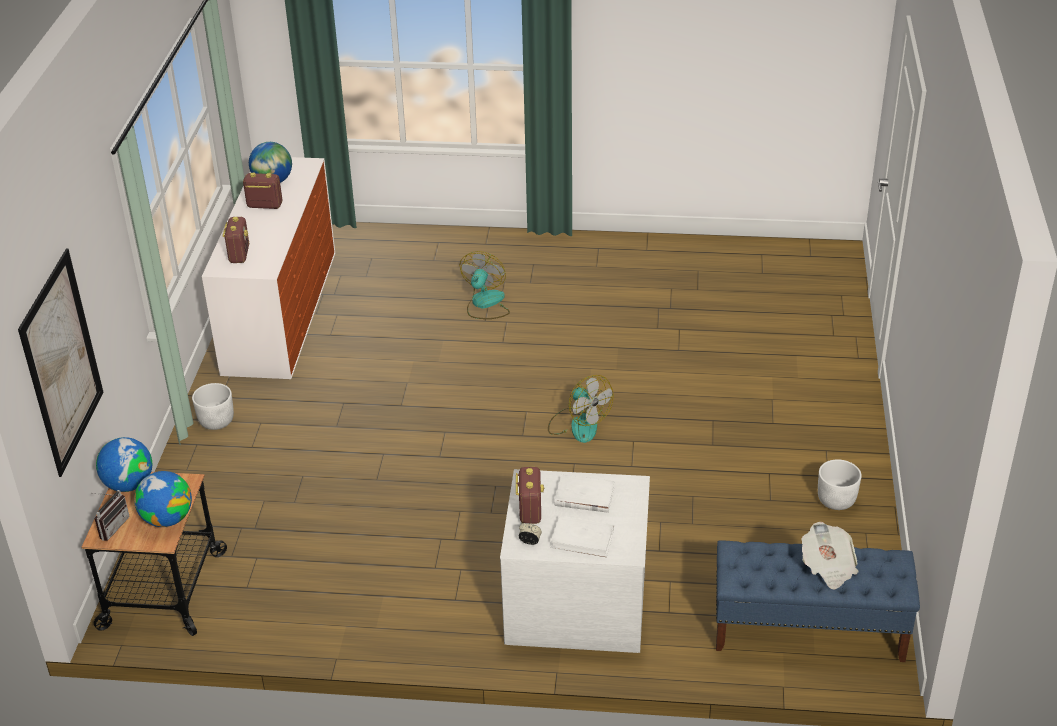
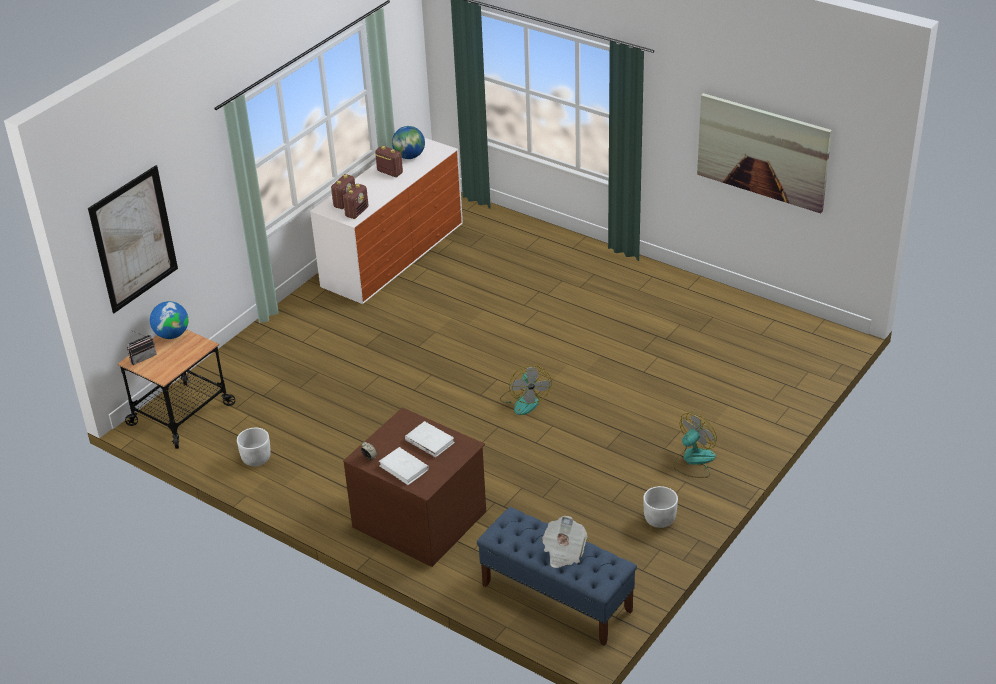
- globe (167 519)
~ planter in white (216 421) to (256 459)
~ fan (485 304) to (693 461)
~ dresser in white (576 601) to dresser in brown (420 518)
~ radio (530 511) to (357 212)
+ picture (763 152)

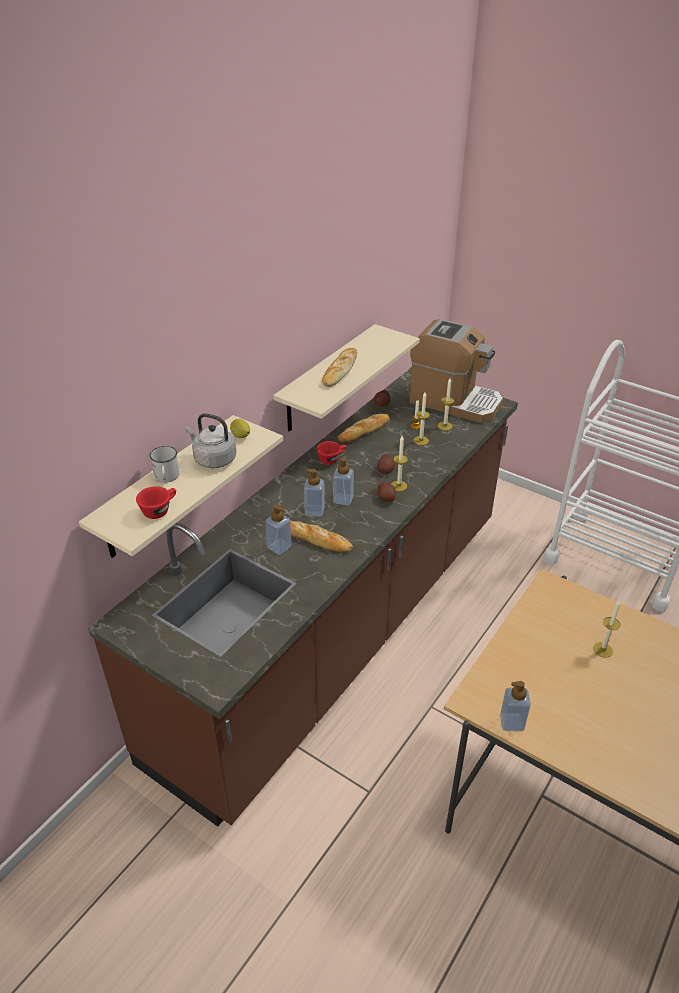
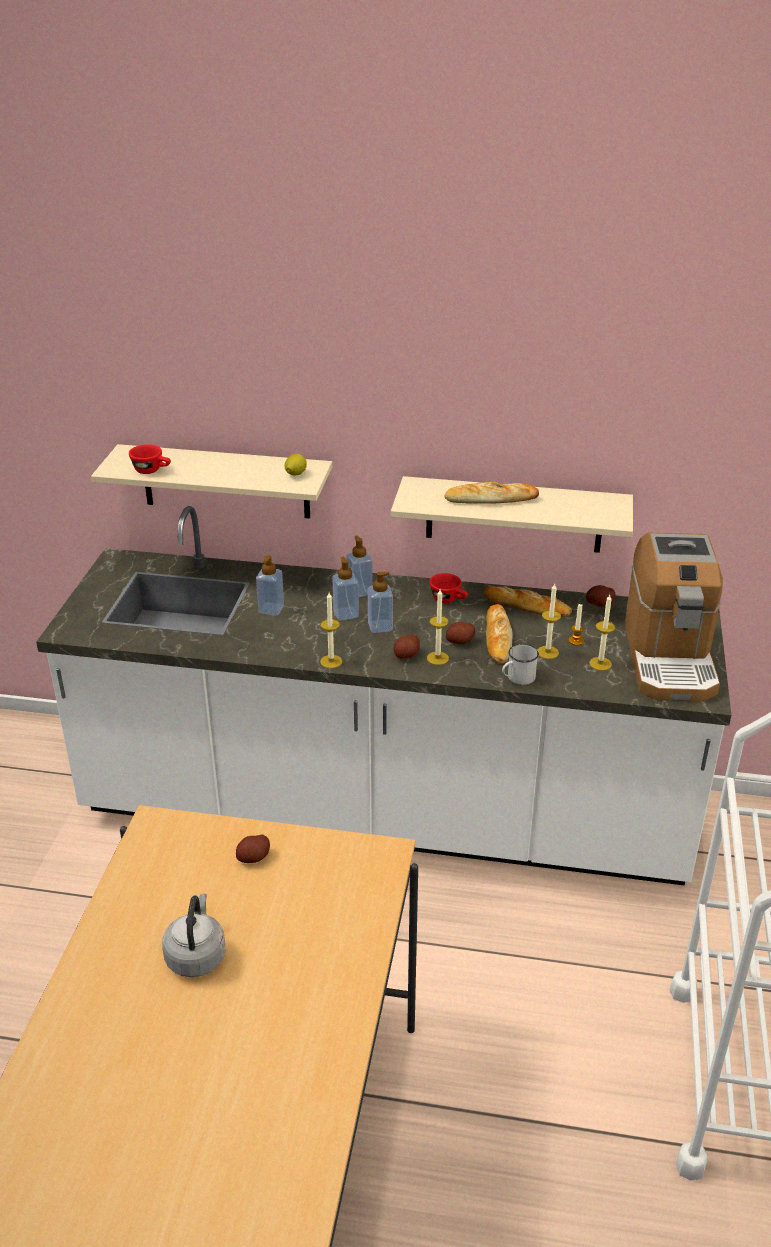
~ counter in brown (339 631) to counter in white (385 812)
~ mug in white (166 478) to (517 678)
~ kettle in grey (213 459) to (196 955)
~ bread (316 540) to (497 638)
~ soap dispenser (512 722) to (359 591)
~ candle (603 649) to (331 661)
+ potato (253 857)

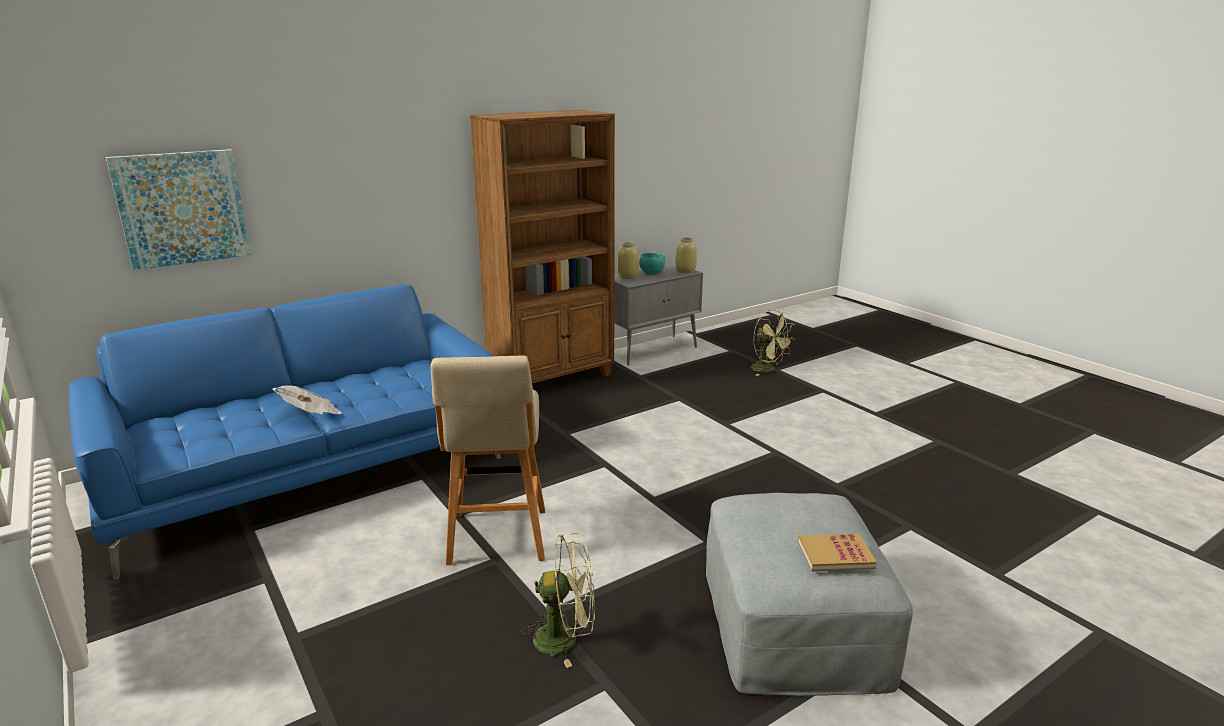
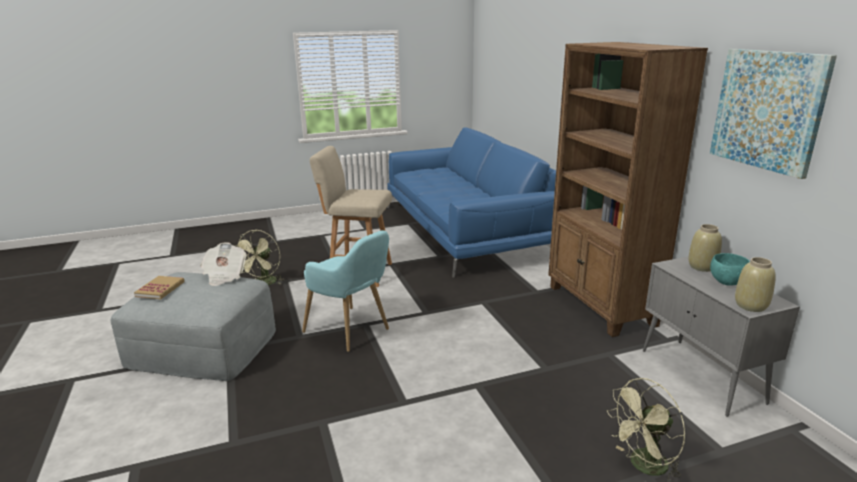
~ picture (182 208) to (768 110)
~ newspaper (311 415) to (224 275)
+ armchair in turquoise (351 332)

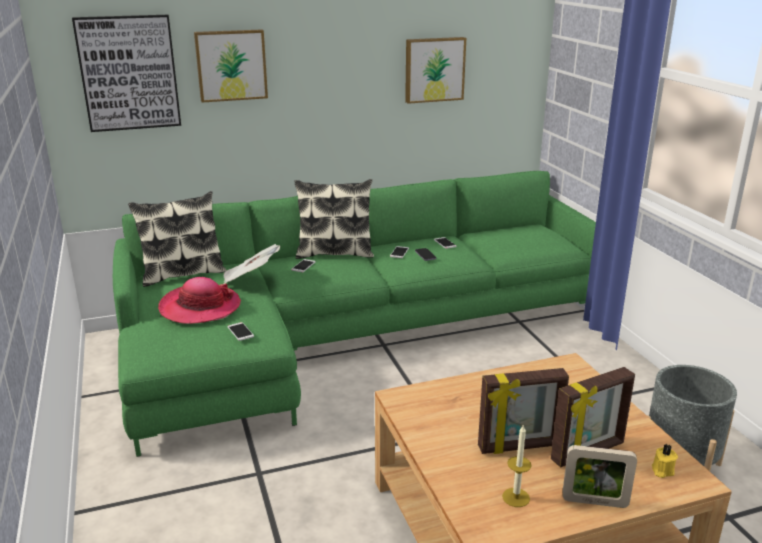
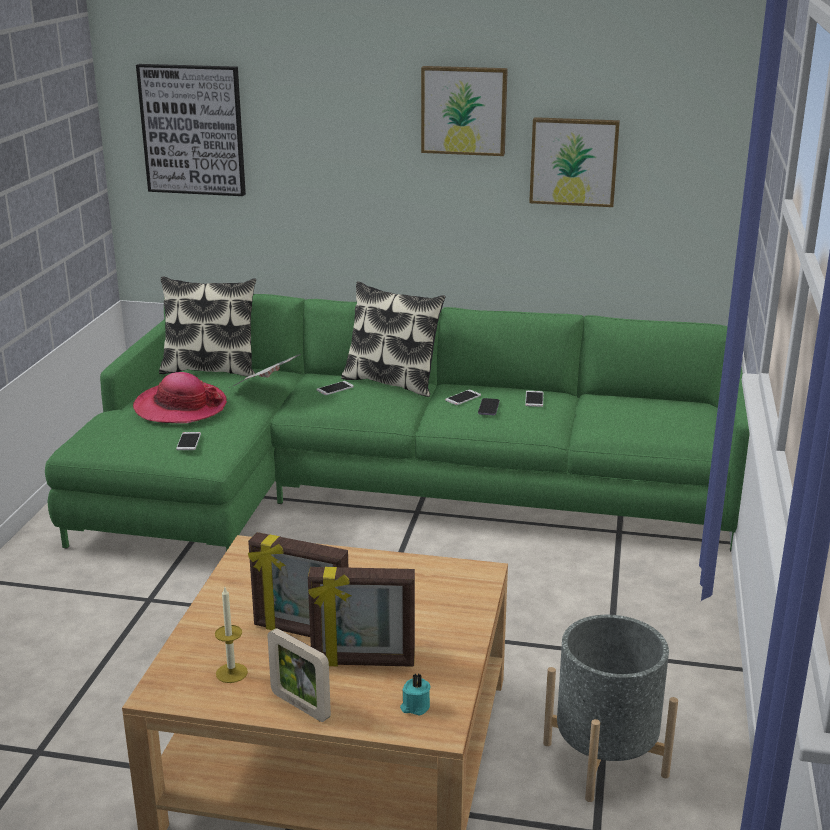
~ picture (231 65) to (464 110)
~ candle in yellow (662 470) to candle in turquoise (415 706)

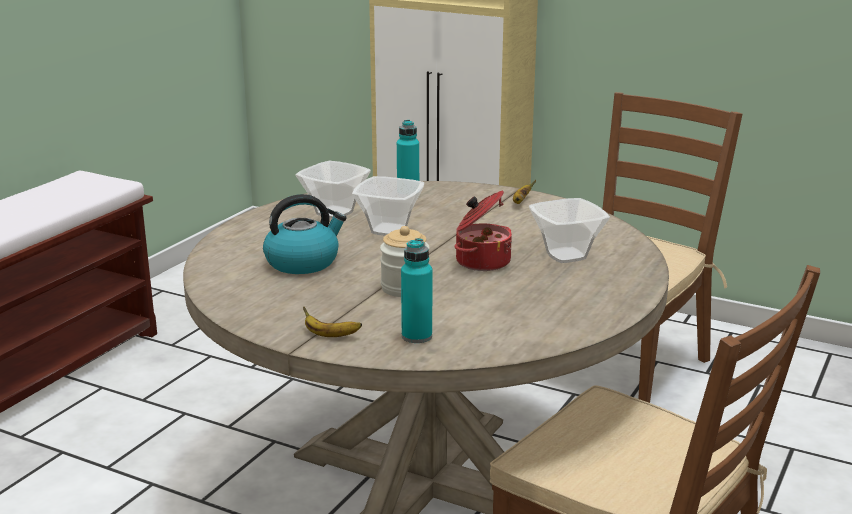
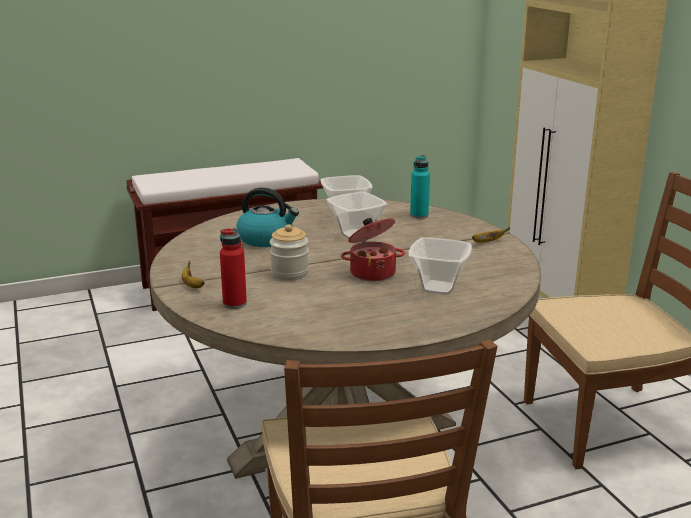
~ bottle in turquoise (416 336) to bottle in red (234 304)

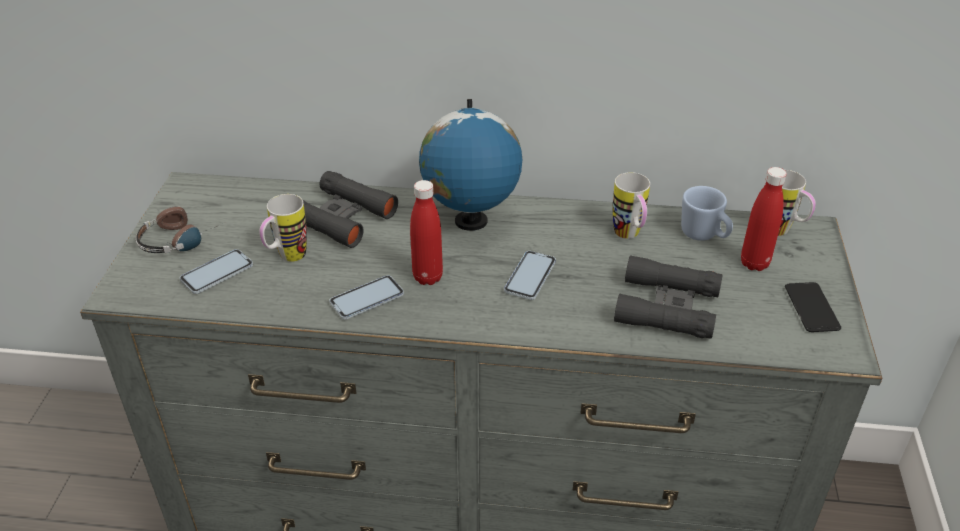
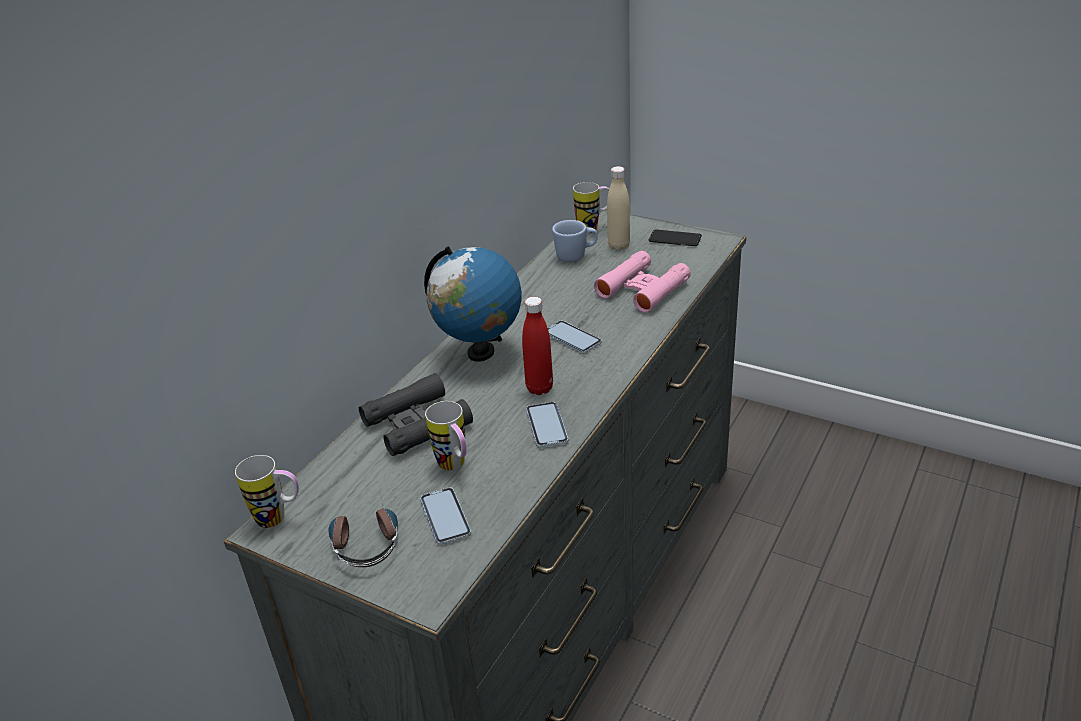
~ mug (629 236) to (279 518)
~ binoculars in black (667 307) to binoculars in pink (643 289)
~ bottle in red (754 263) to bottle in beige (618 246)

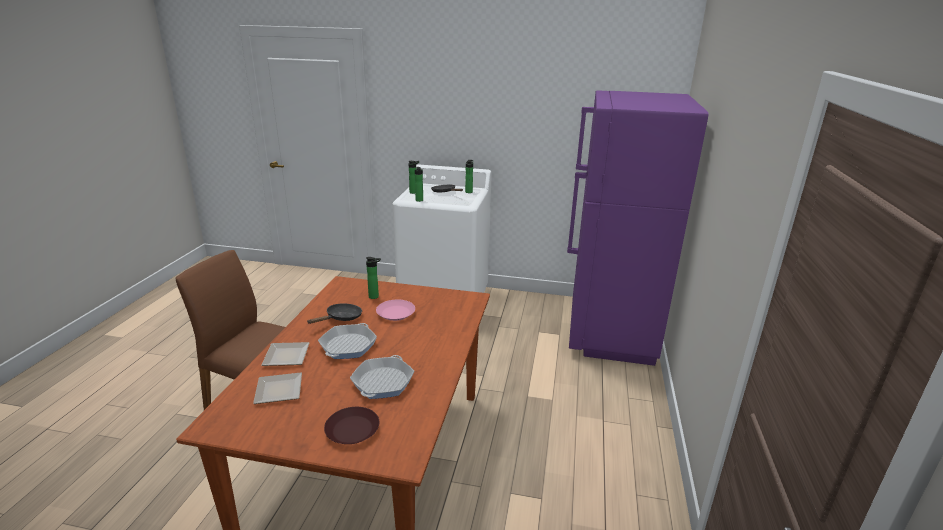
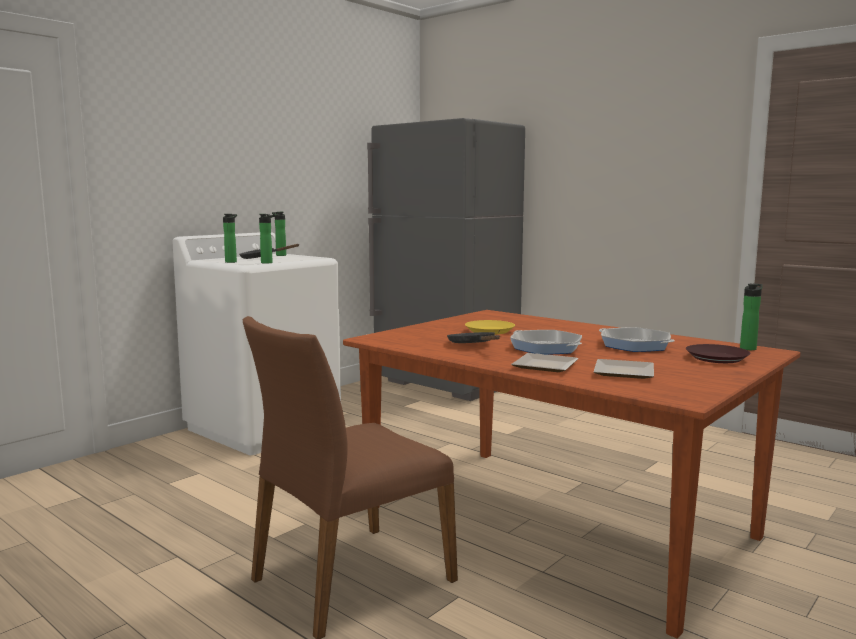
~ bottle (375 297) to (749 348)
~ plate in pink (395 313) to plate in yellow (489 331)
~ fridge in purple (610 333) to fridge in grey (446 385)

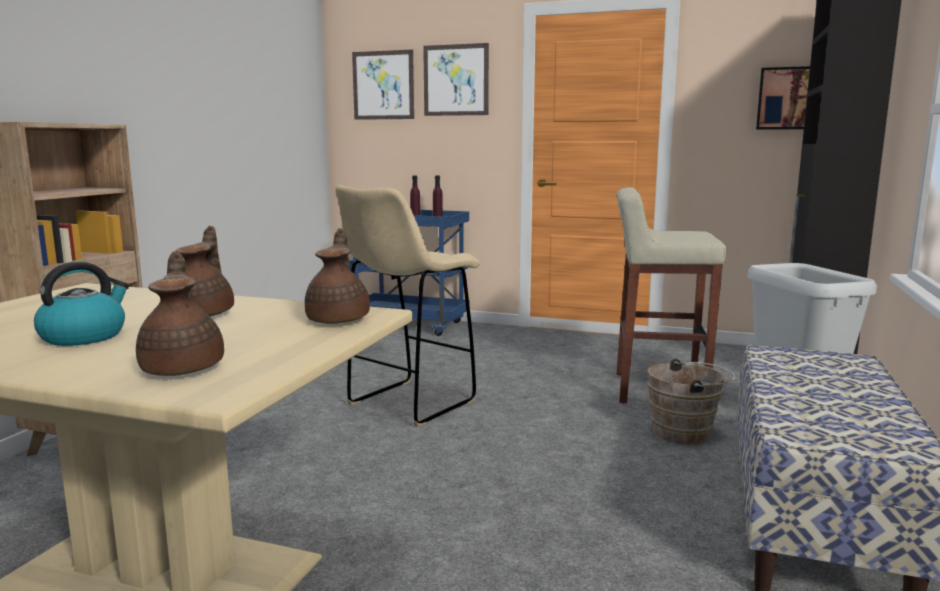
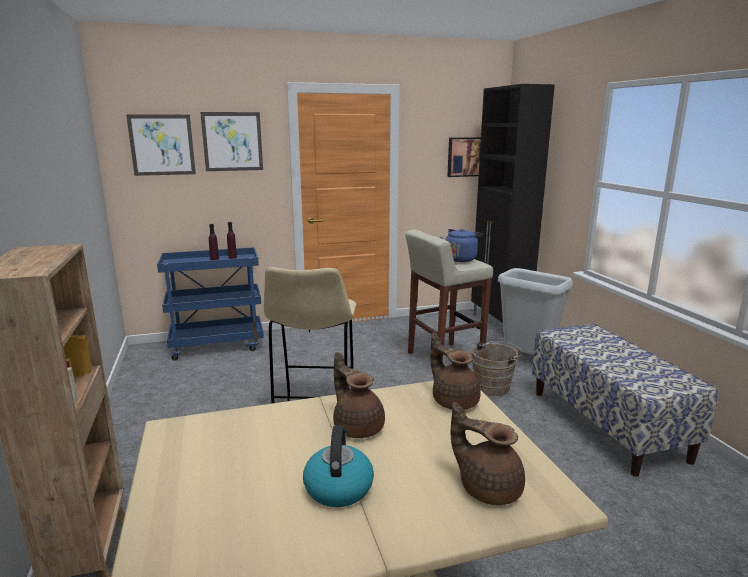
+ kettle in blue (461 259)

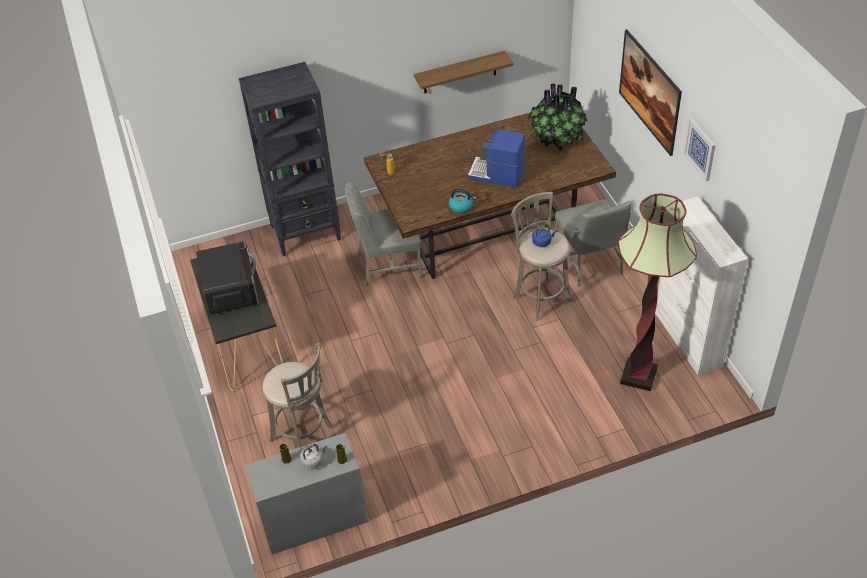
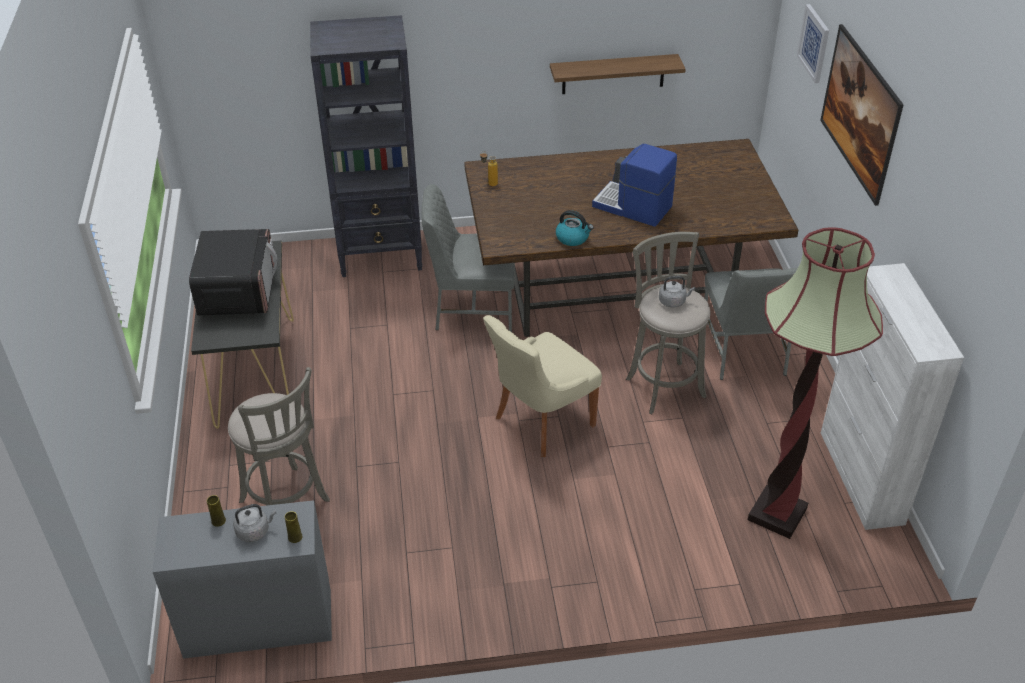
- potted plant (556 139)
~ kettle in blue (542 242) to kettle in grey (673 301)
~ picture (700 149) to (814 43)
+ chair in beige (541 422)

